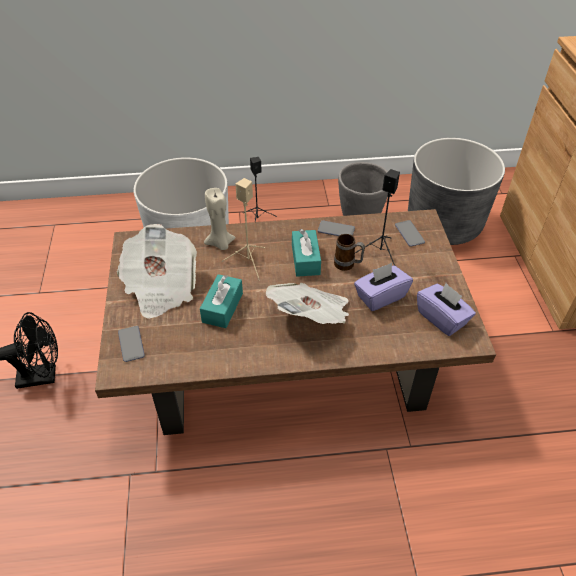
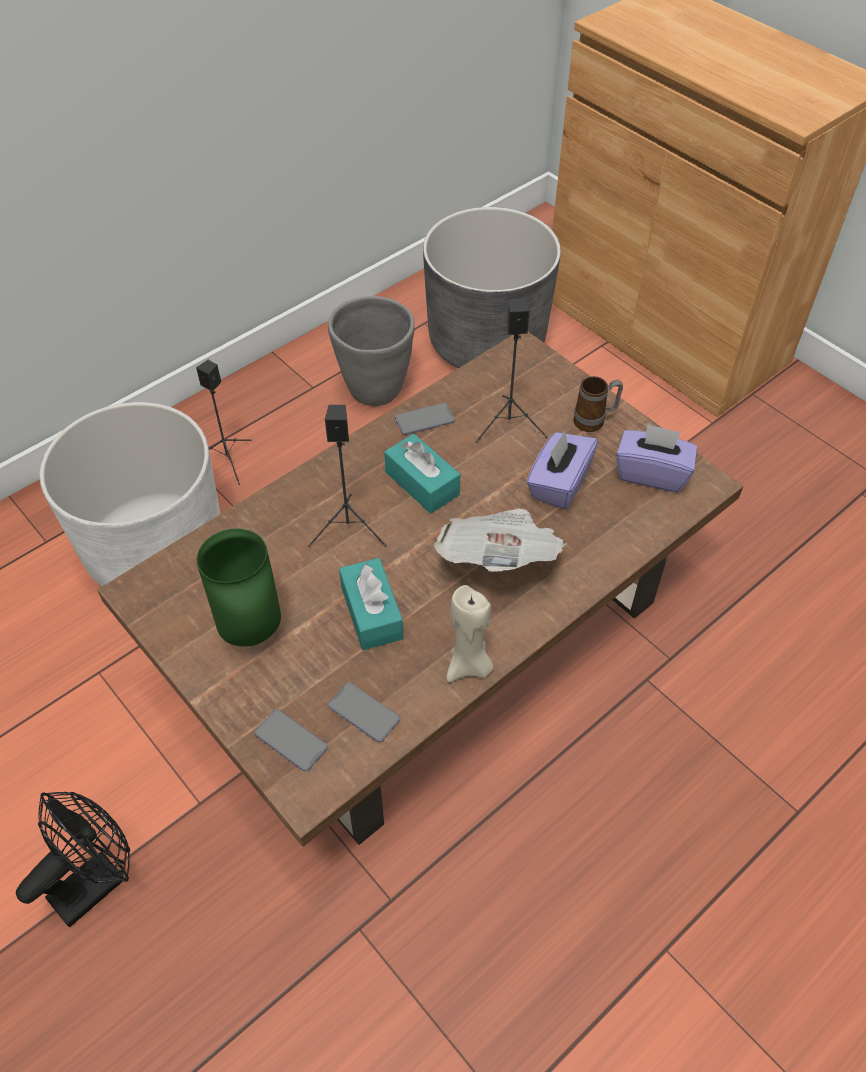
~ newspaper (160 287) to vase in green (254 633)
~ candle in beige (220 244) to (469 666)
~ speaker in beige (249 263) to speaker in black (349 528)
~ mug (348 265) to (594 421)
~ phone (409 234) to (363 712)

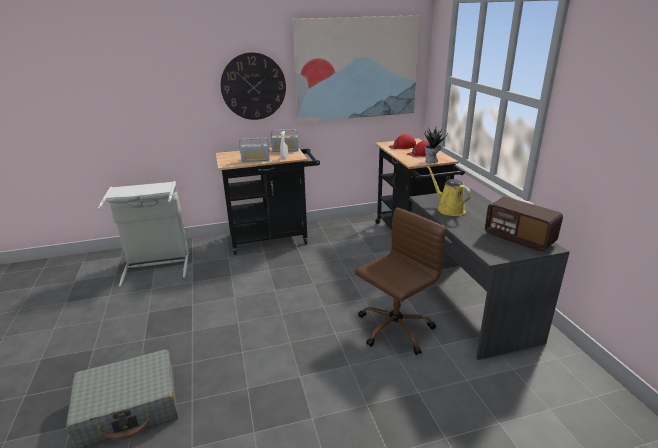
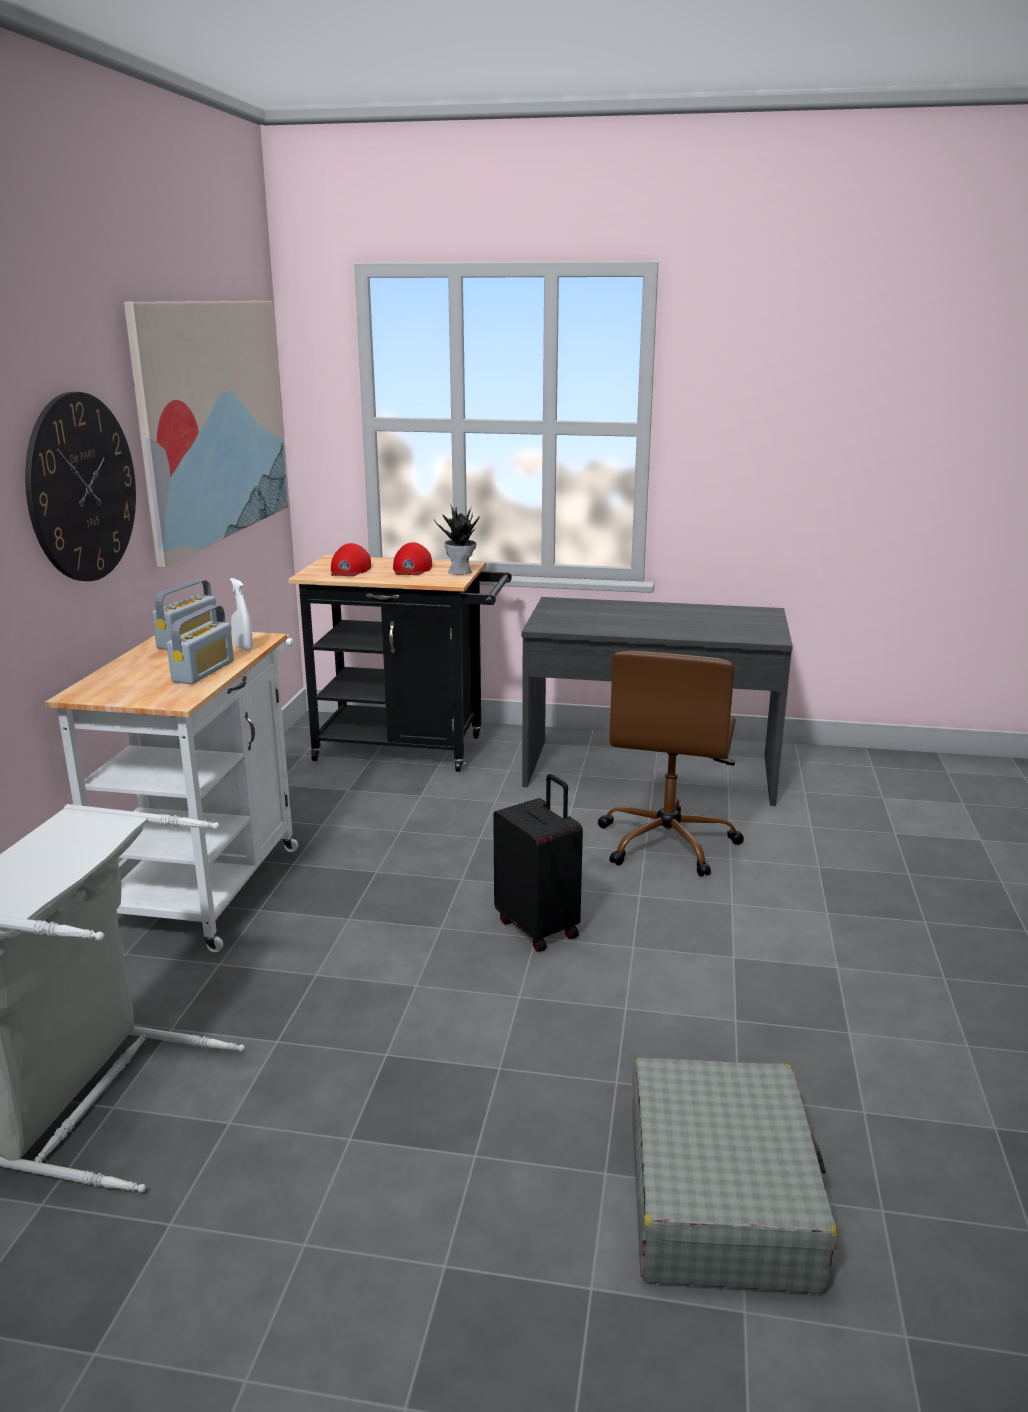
~ cart in black (273 238) to cart in white (210 883)
~ office chair in brown (394 329) = (667 842) 150 degrees counterclockwise
- watering can in yellow (448 209)
- radio (519 238)
+ suitcase in black (539 927)

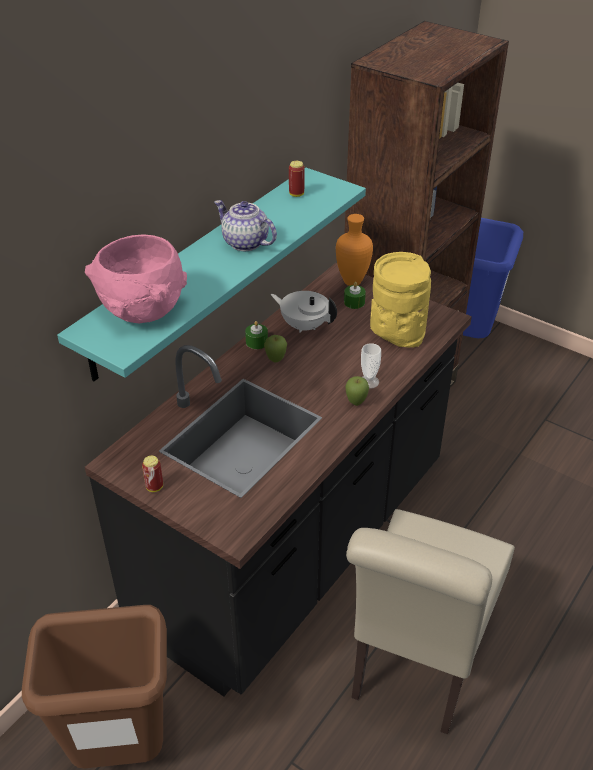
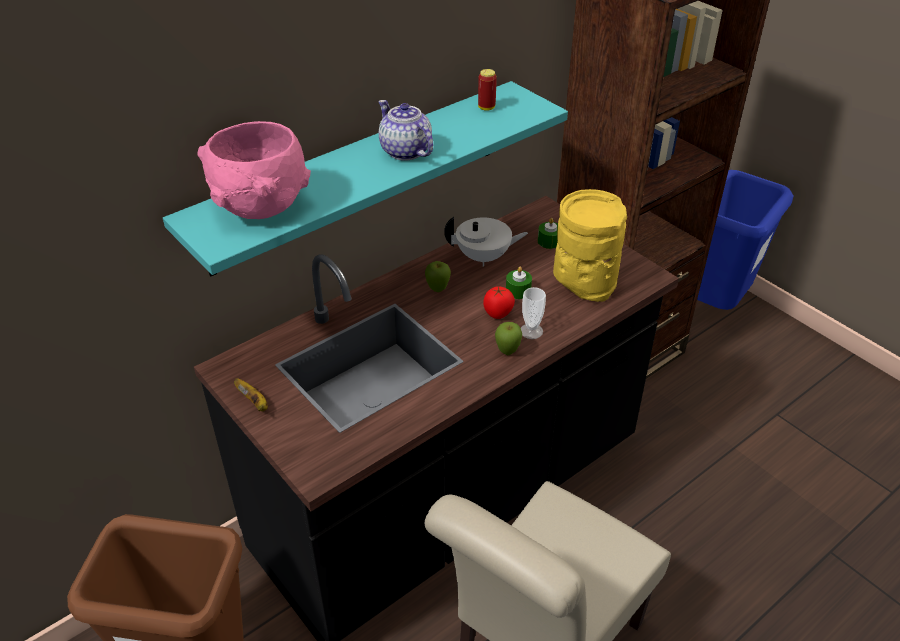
~ can (154 487) to banana (254 402)
~ candle in green (256 342) to (518 290)
~ teapot in white (304 325) = (484 257) 135 degrees clockwise
- vase in orange (351 281)
+ tomato (498 314)

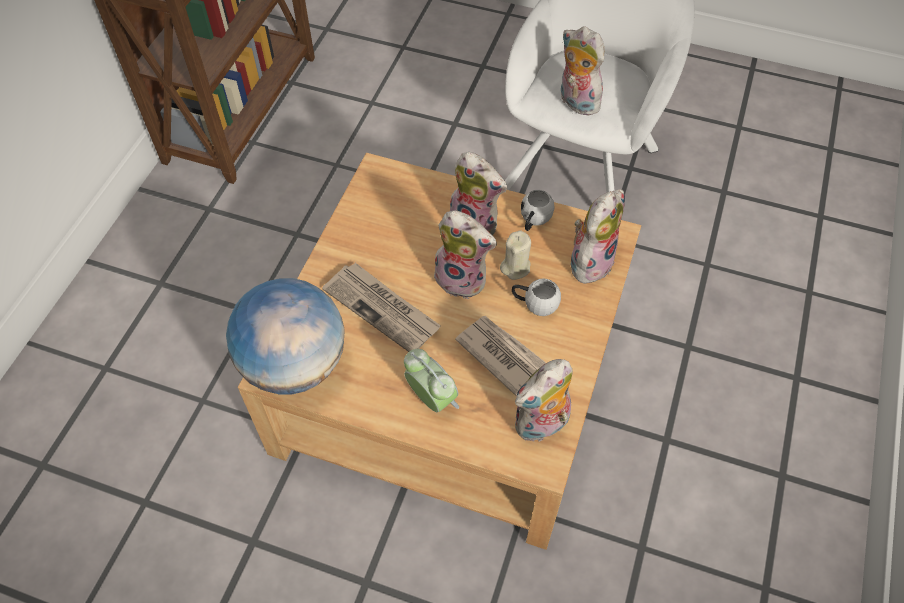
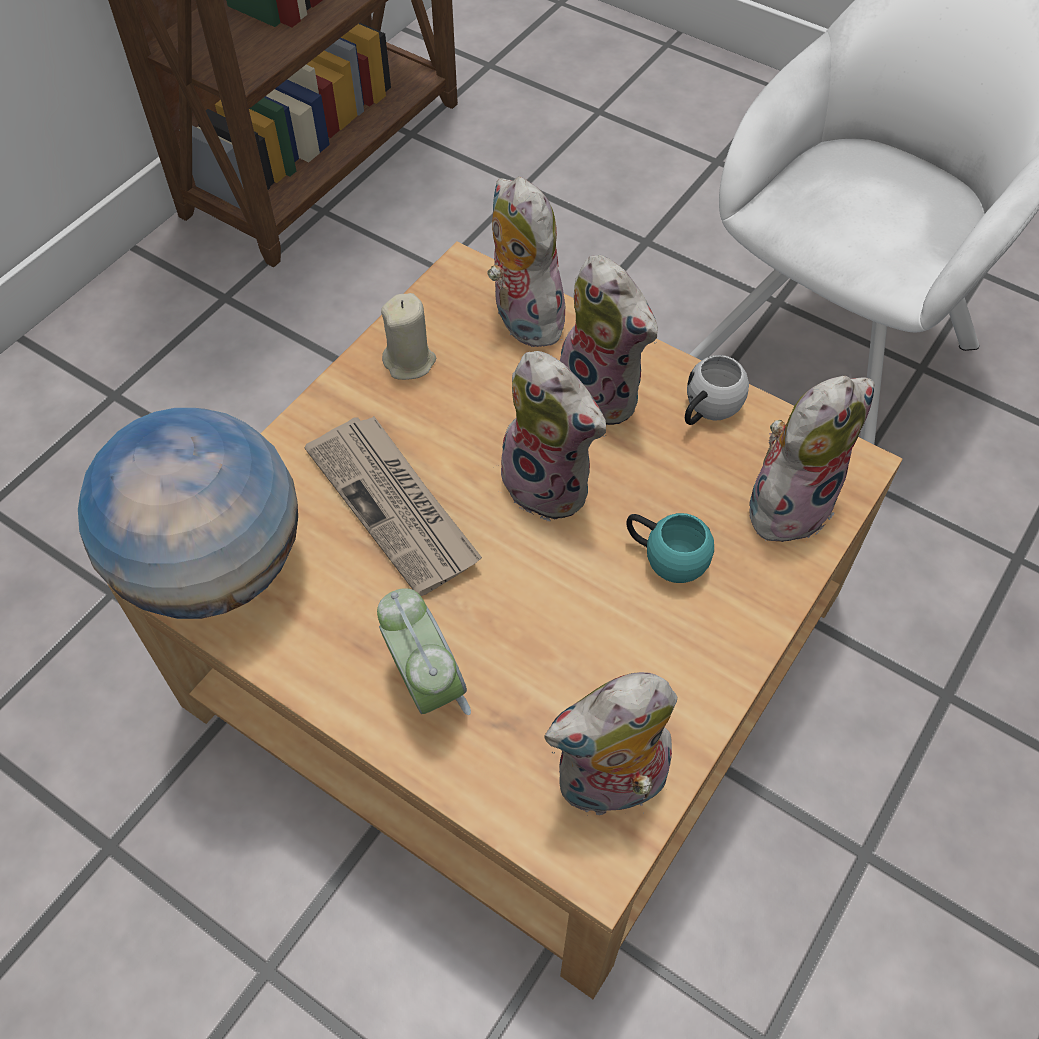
- newspaper (501 355)
~ candle in beige (515 267) to (410 361)
~ mug in white (534 304) to mug in turquoise (665 557)
~ plush toy (576 102) to (522 318)

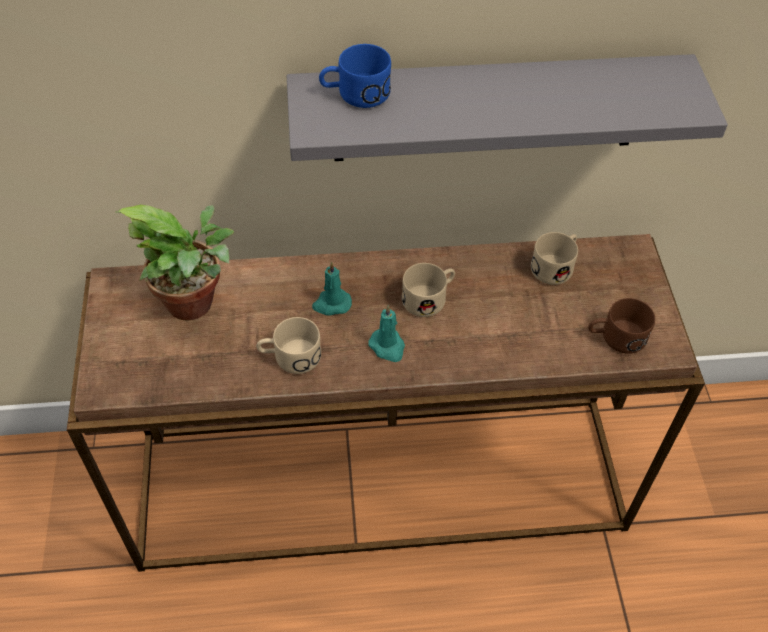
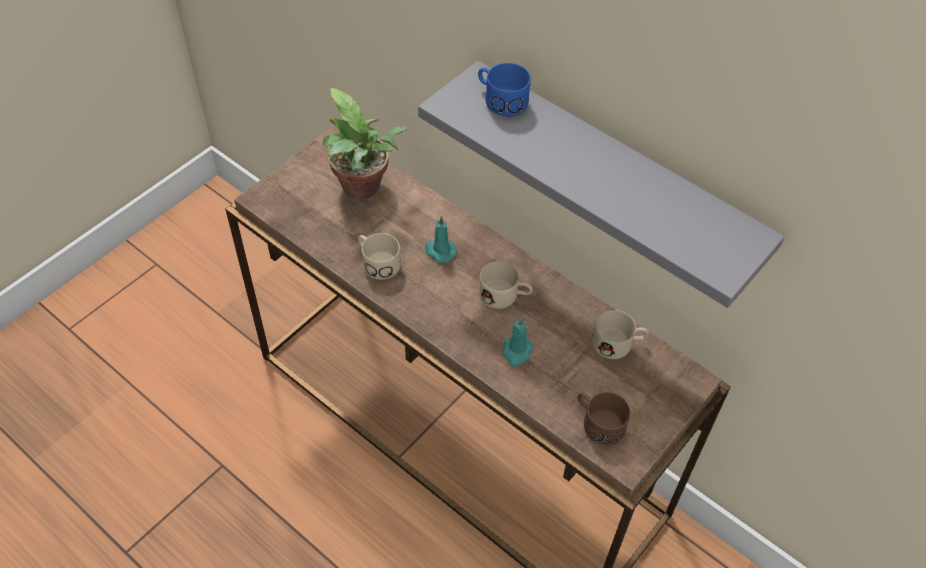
~ candle in turquoise (388 347) to (516 352)

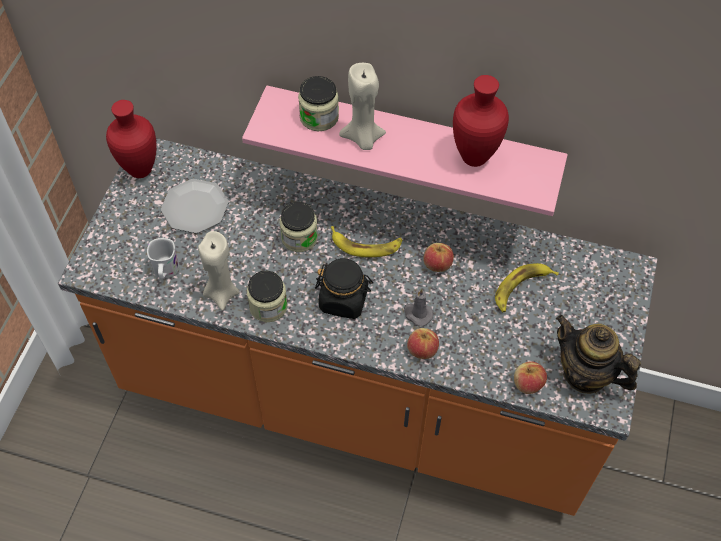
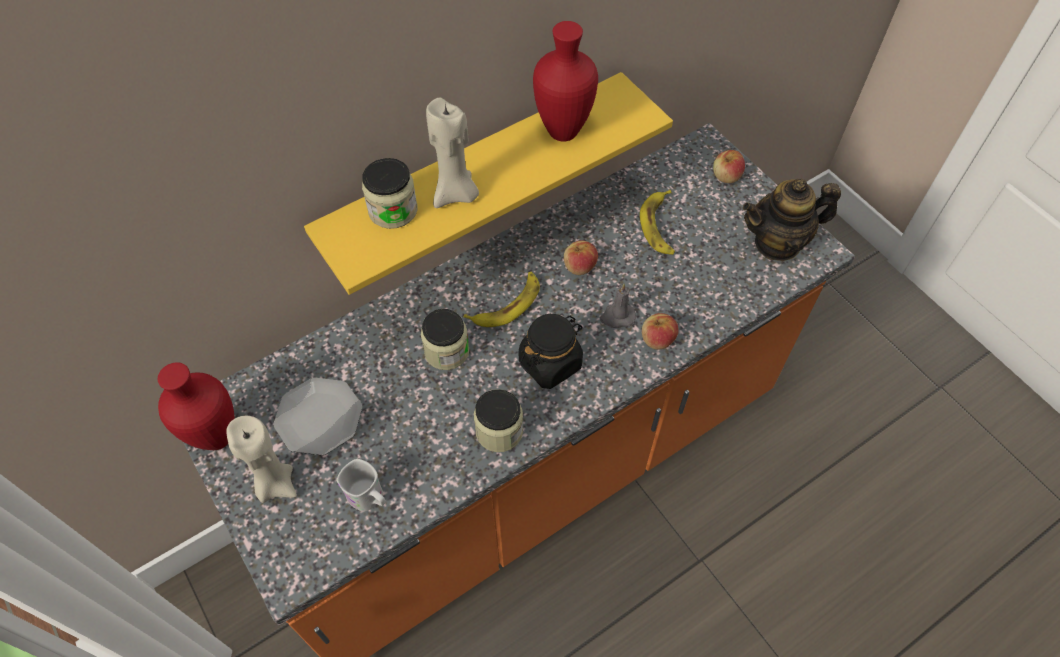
~ candle in beige (221 293) to (275 483)
~ shelf in pink (411 144) to shelf in yellow (475 177)
~ apple (527 384) to (726 176)

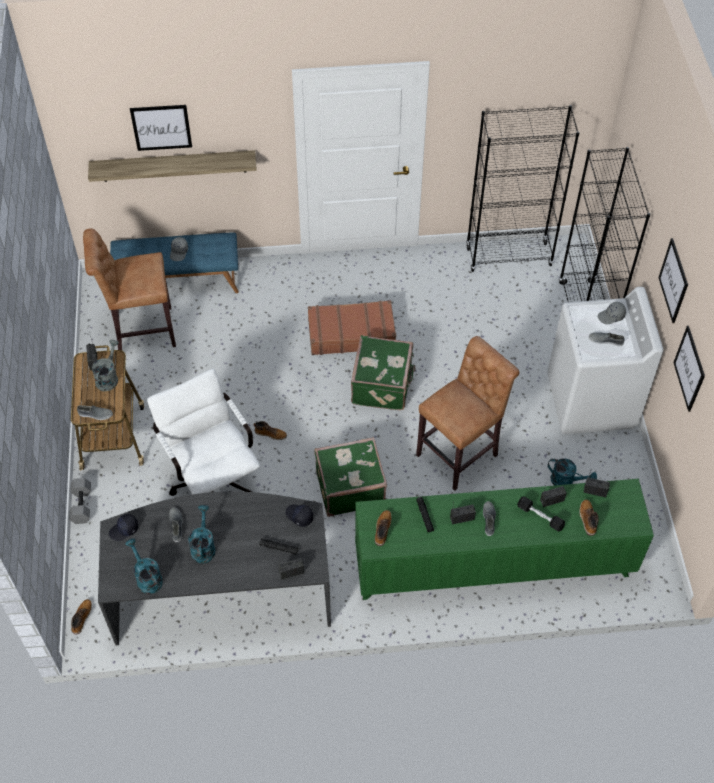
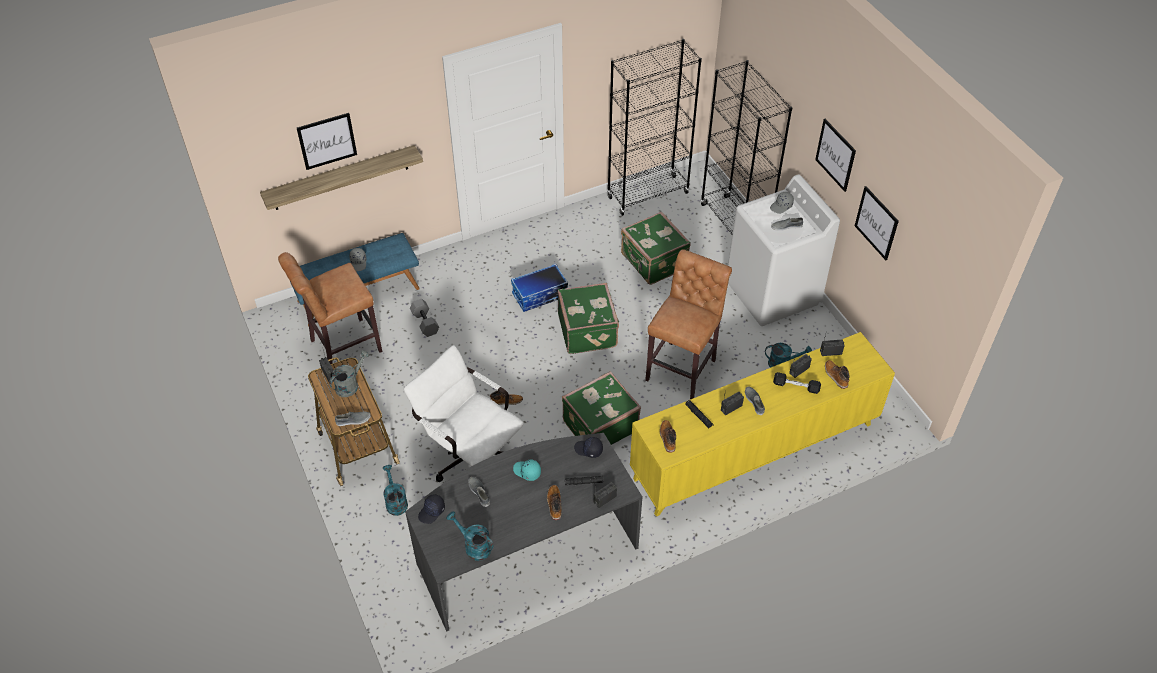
~ dumbbell in grey (81 505) to (424 323)
~ boot (81 618) to (554 504)
~ watering can in grey (108 377) = (350 385) 45 degrees clockwise
~ watering can in turquoise (203 546) to (395 501)
~ suitcase in brown (351 334) to storage box (539 296)
~ cabinet in green (493 565) to cabinet in yellow (755 451)
+ cap in turquoise (527 472)
+ suitcase in green (653 262)

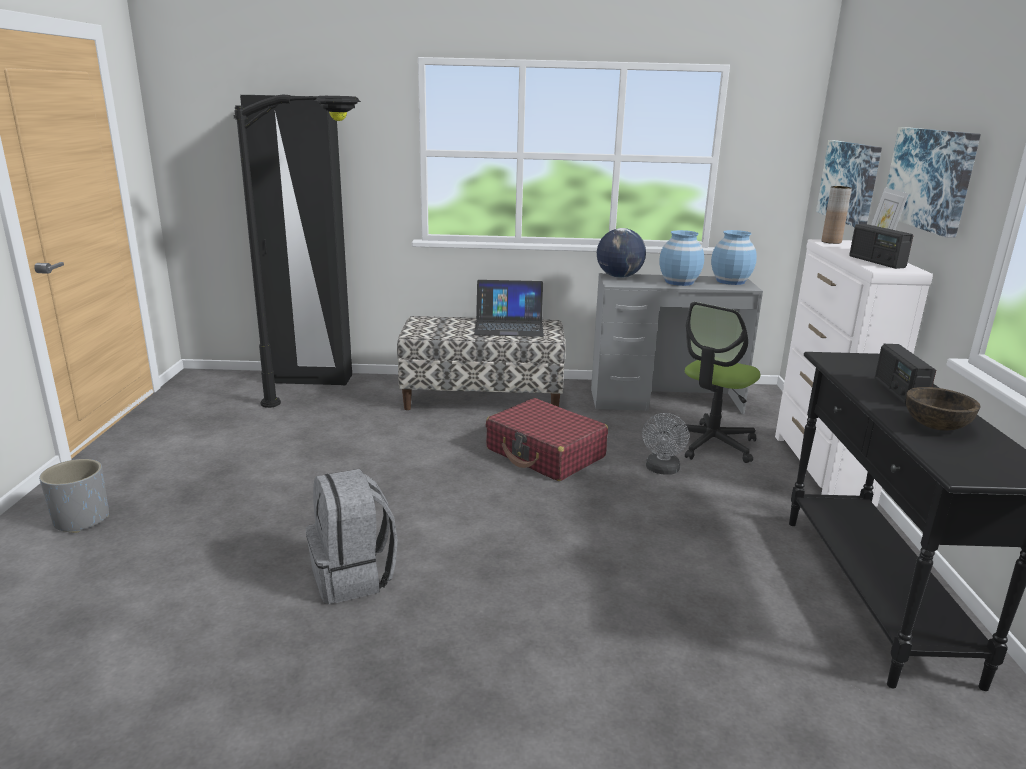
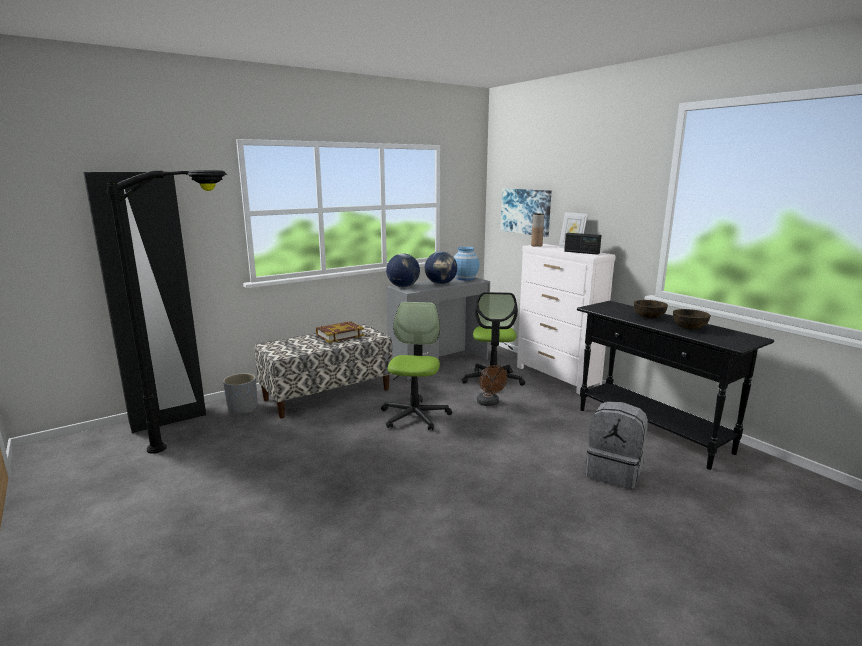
~ planter in grey (81 520) to (242 408)
~ backpack in grey (353 577) to (614 472)
~ laptop (509 326) to book (339 335)
~ suitcase in red (545 453) to office chair (415 416)
~ fan in grey (662 470) to fan in brown (489 403)
~ vase in blue (679 282) to globe (441 284)
~ radio (898 393) to bowl in brown (649 317)
- picture (930 179)

